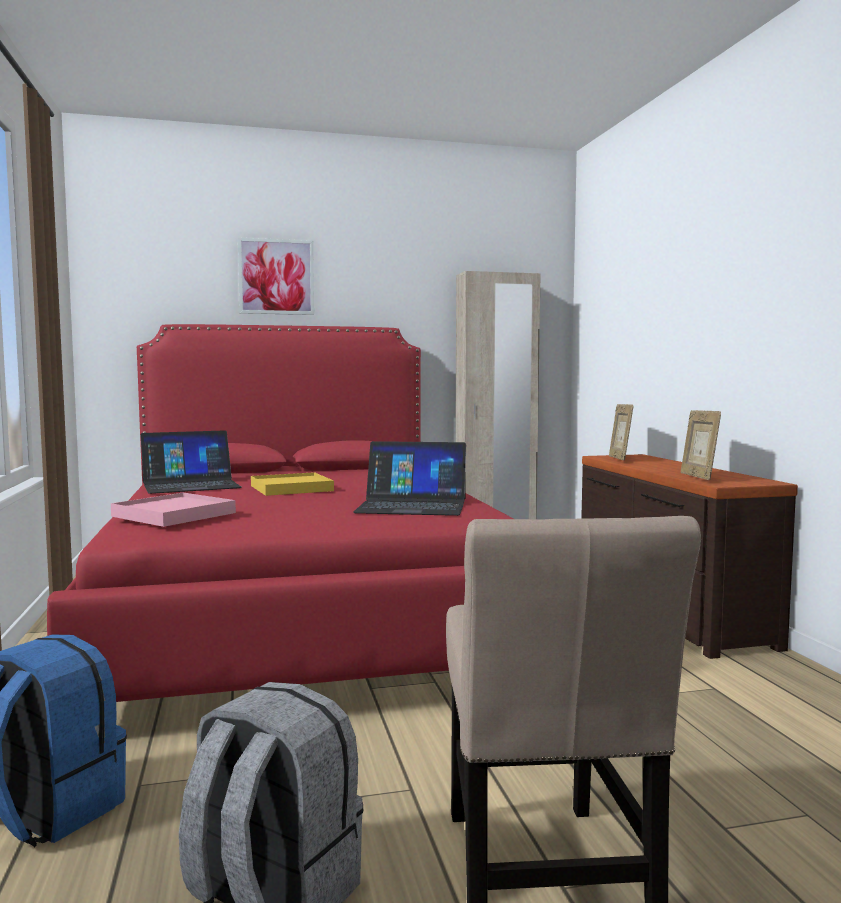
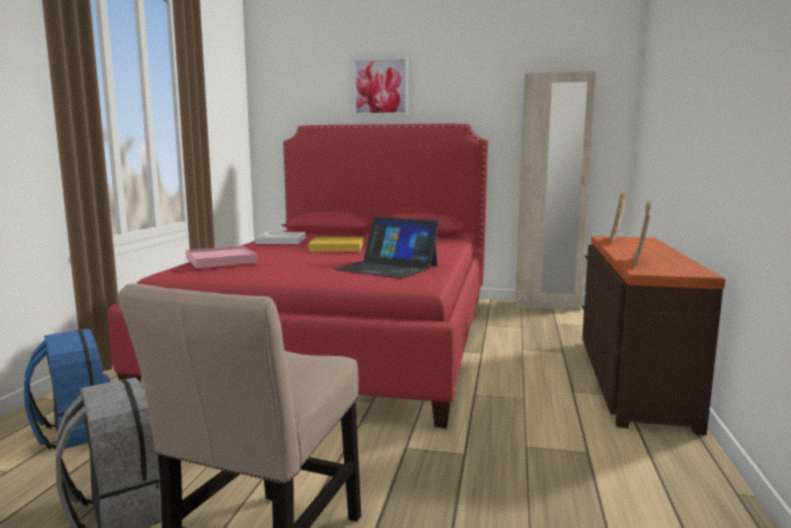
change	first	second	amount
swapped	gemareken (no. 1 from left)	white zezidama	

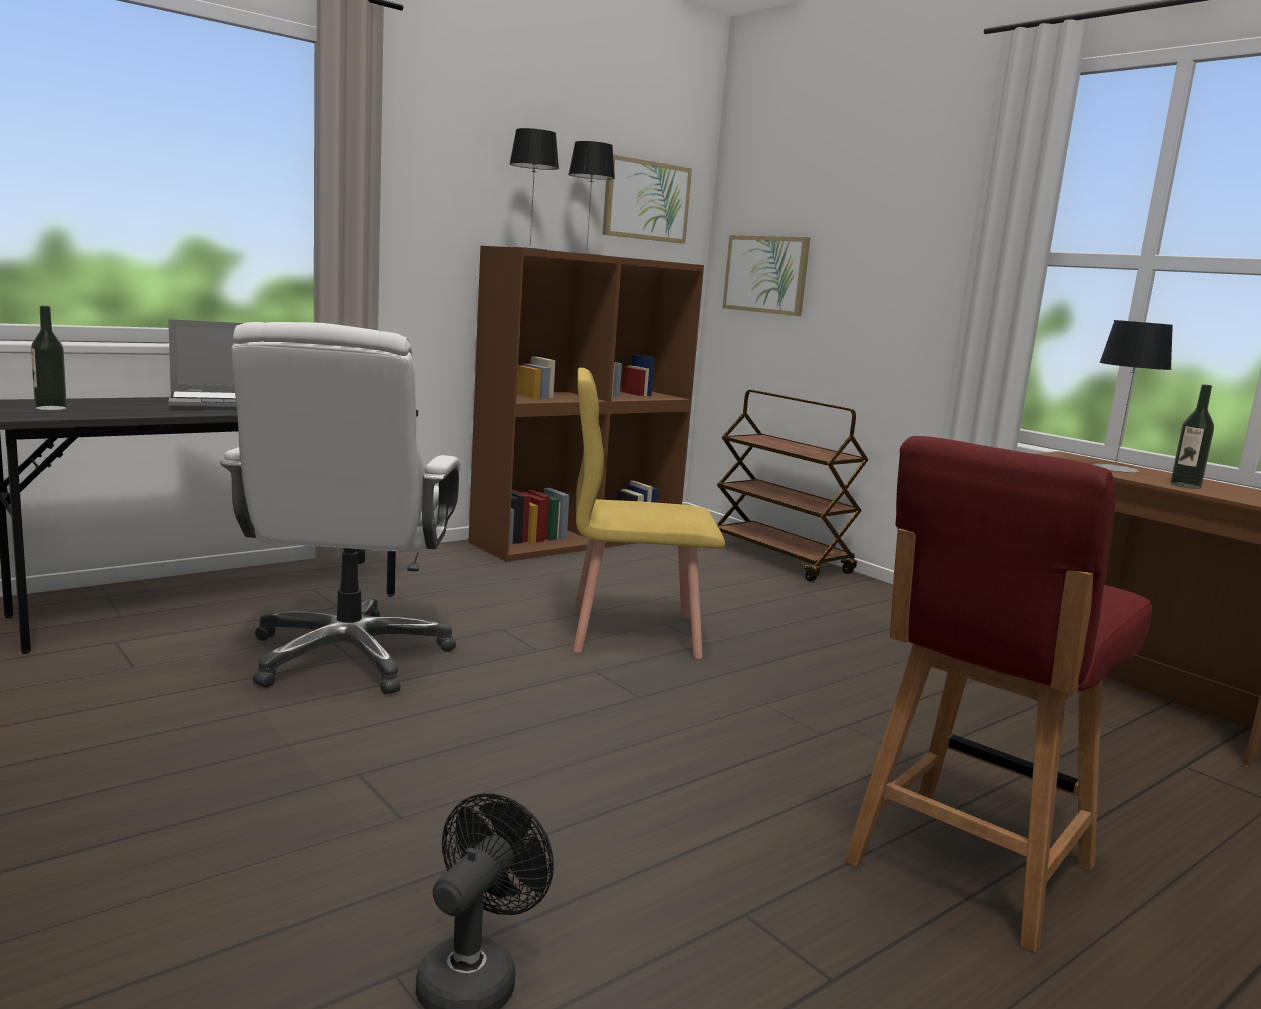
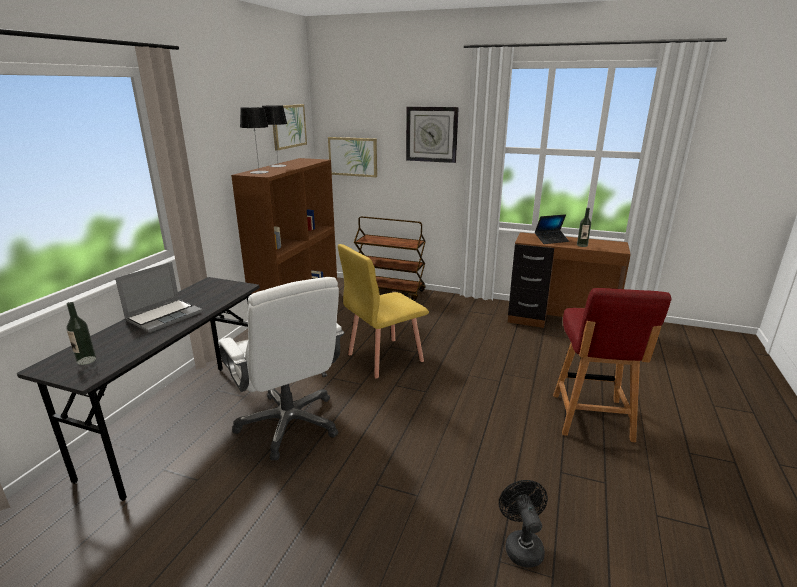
change	first	second	amount
swapped	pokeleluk (no. 3 from left)	gemareken (no. 2 from left)	
new		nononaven	

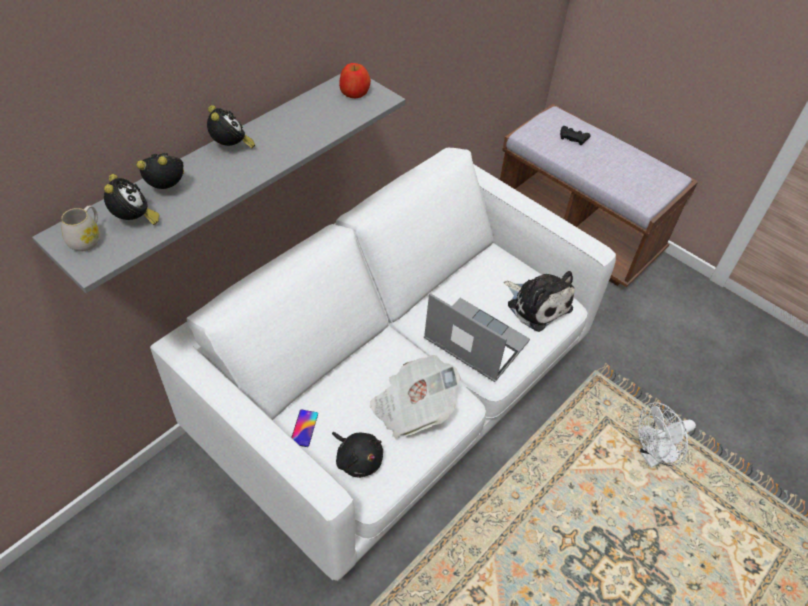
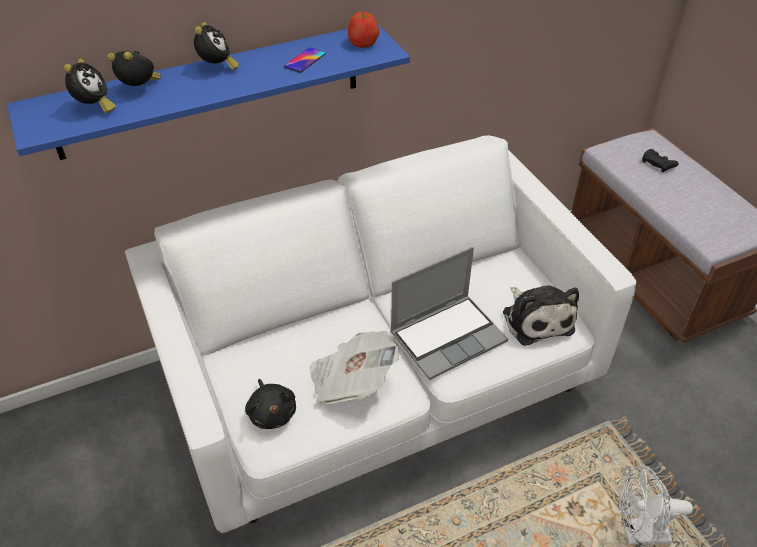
change	first	second	amount
repainted	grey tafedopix	blue tafedopix	
gone	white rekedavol		
shifted	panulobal		
rotated	gemareken		90 degrees clockwise

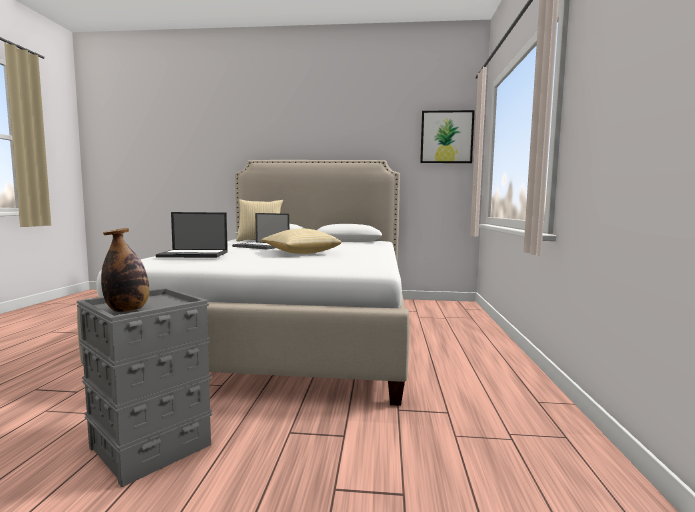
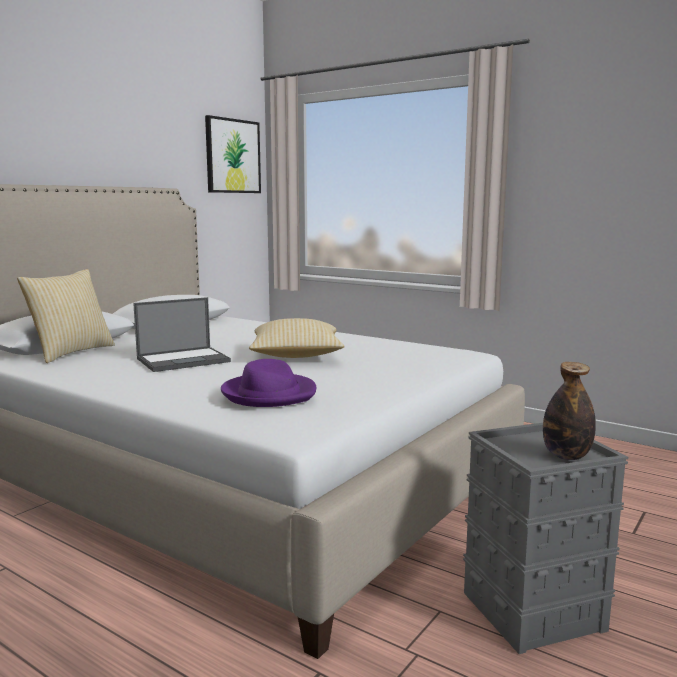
change	first	second	amount
swapped	gemareken (no. 1 from left)	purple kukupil	

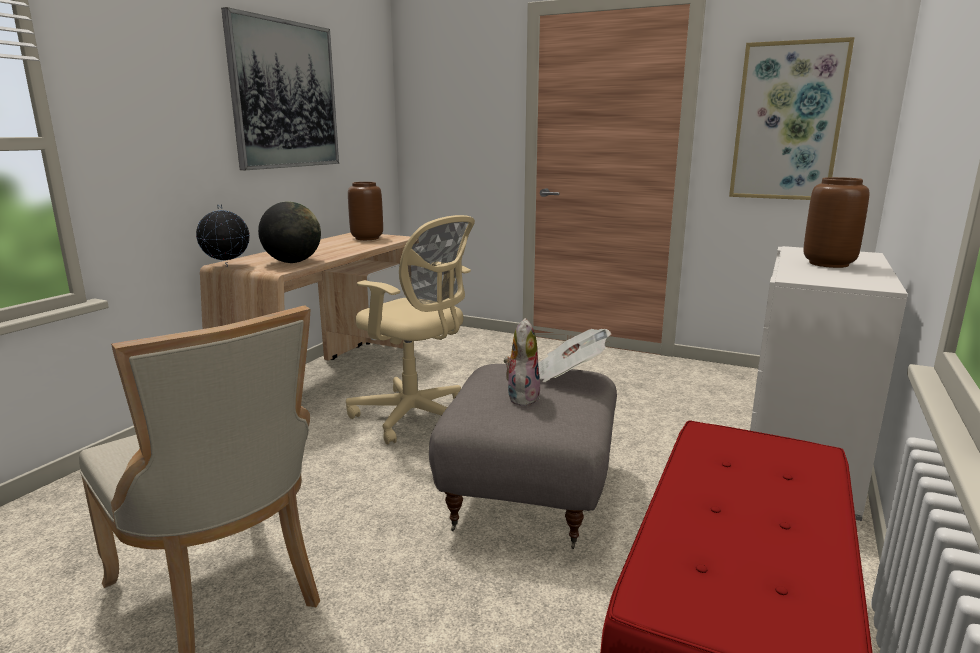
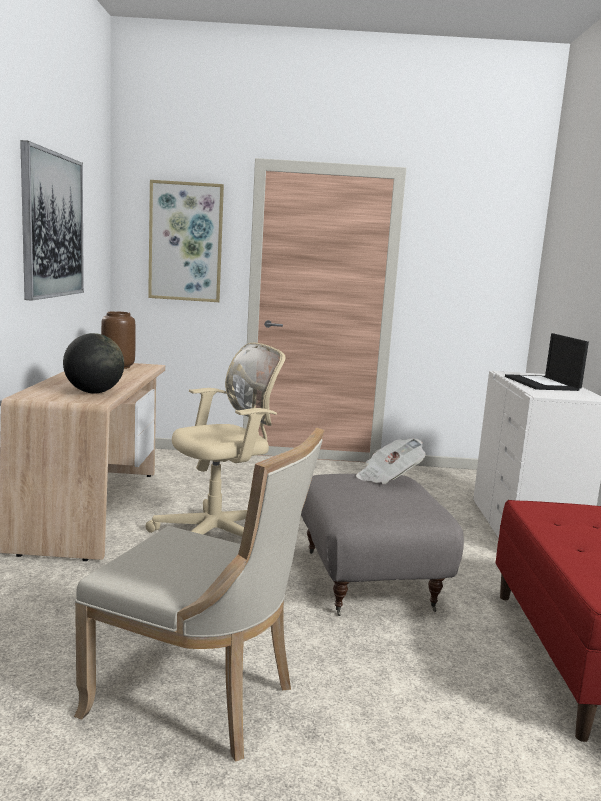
change	first	second	amount
gone	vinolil (no. 1 from left)		
rotated	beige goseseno		45 degrees counterclockwise
gone	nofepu		
shifted	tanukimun (no. 2 from left)		
swapped	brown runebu (no. 2 from left)	gemareken	

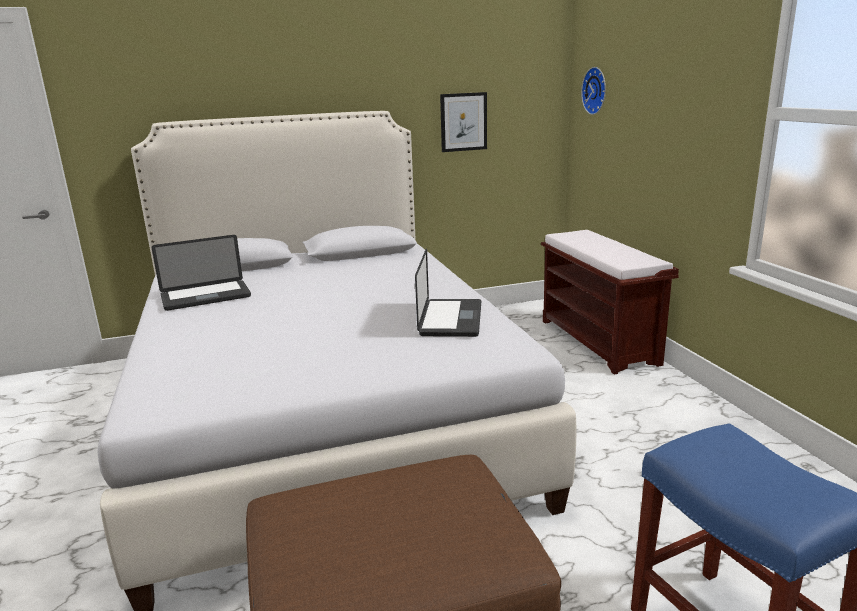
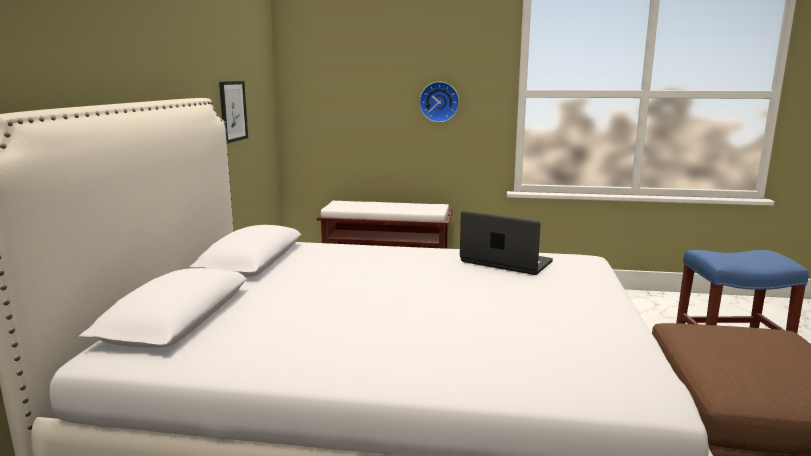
change	first	second	amount
gone	gemareken (no. 1 from left)		
shifted	nononaven		

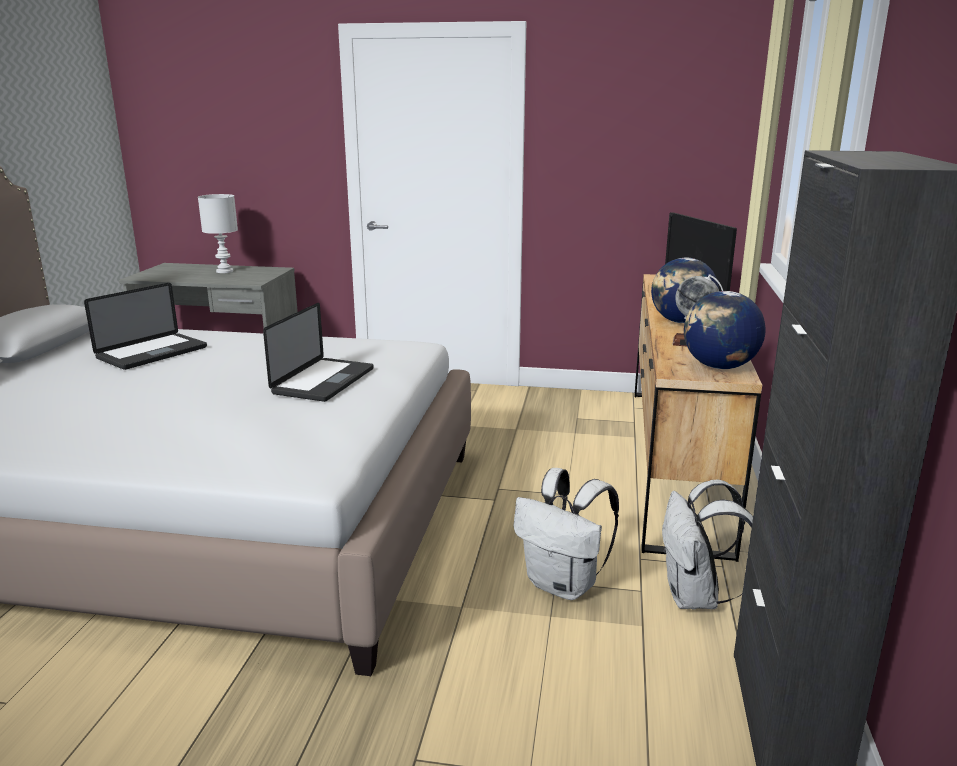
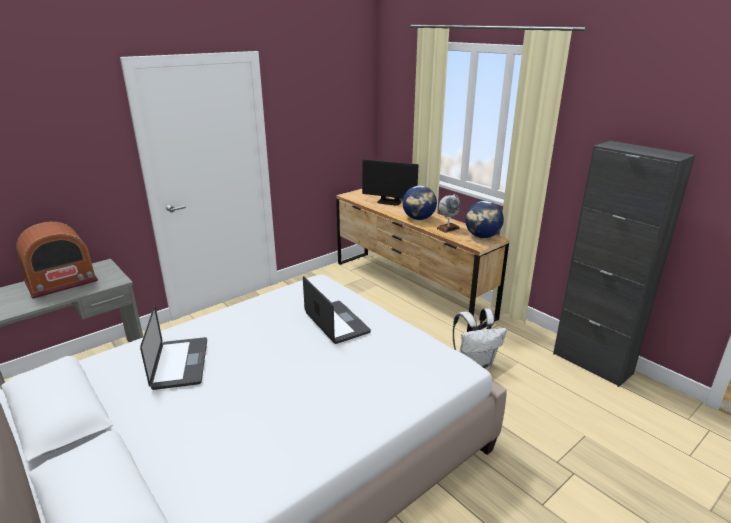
change	first	second	amount
swapped	white pokeleluk	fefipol	
gone	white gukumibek (no. 2 from left)		

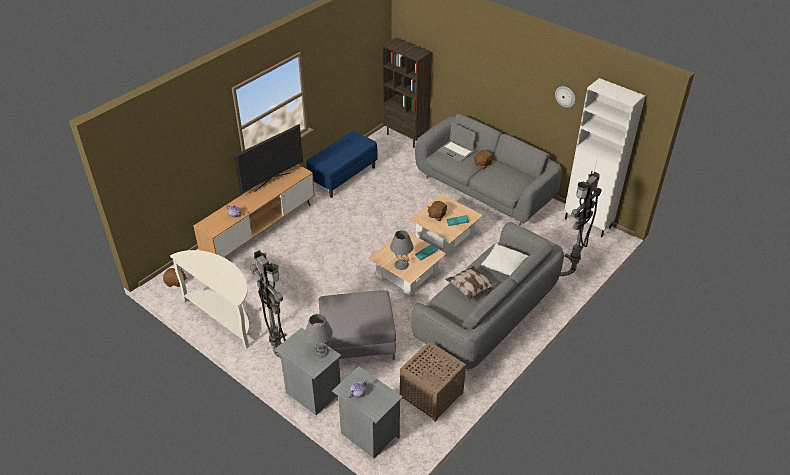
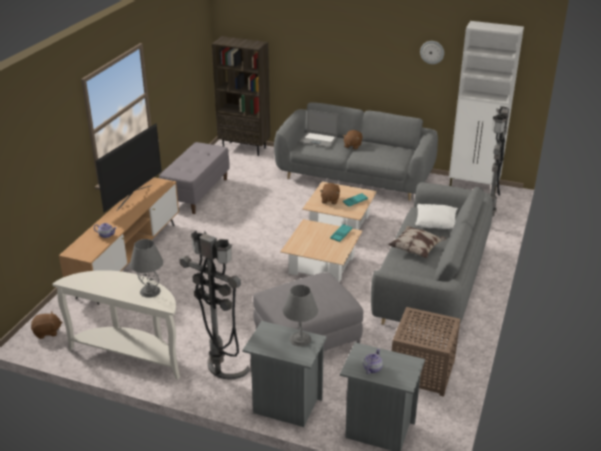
change	first	second	amount
repainted	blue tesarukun	grey tesarukun	
shifted	grey pokeleluk (no. 2 from left in the first image)	grey pokeleluk (no. 1 from left)	

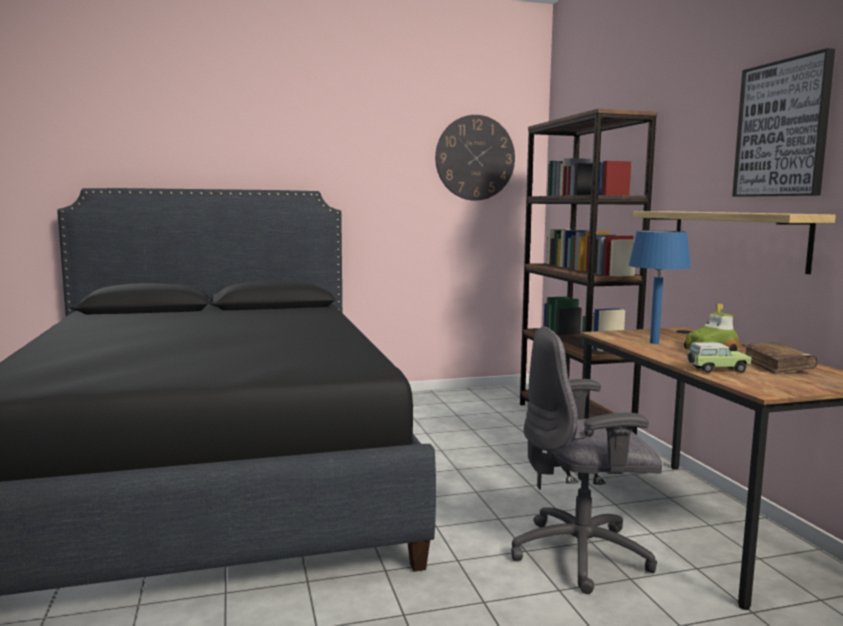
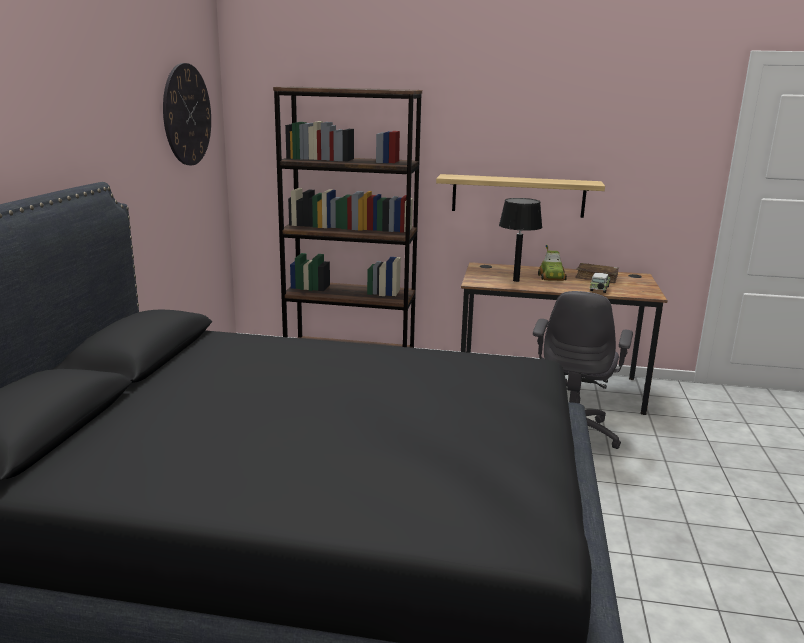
change	first	second	amount
repainted	blue pokeleluk	black pokeleluk	
gone	tanukimun		

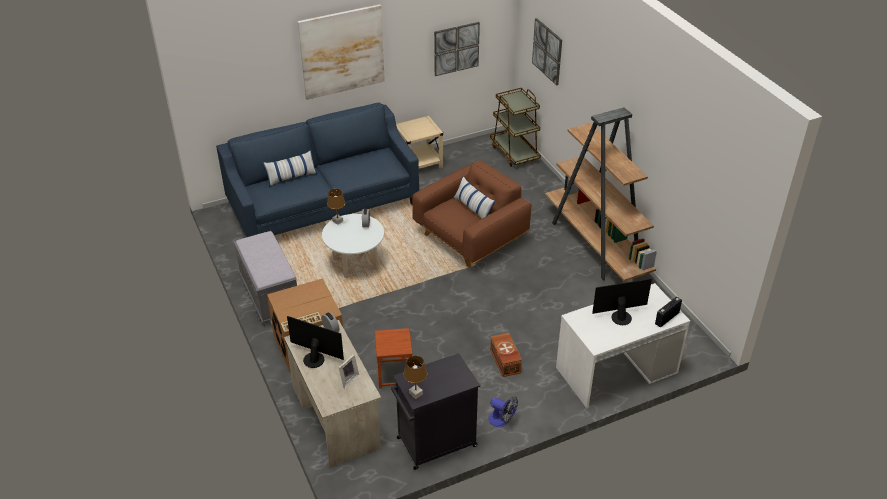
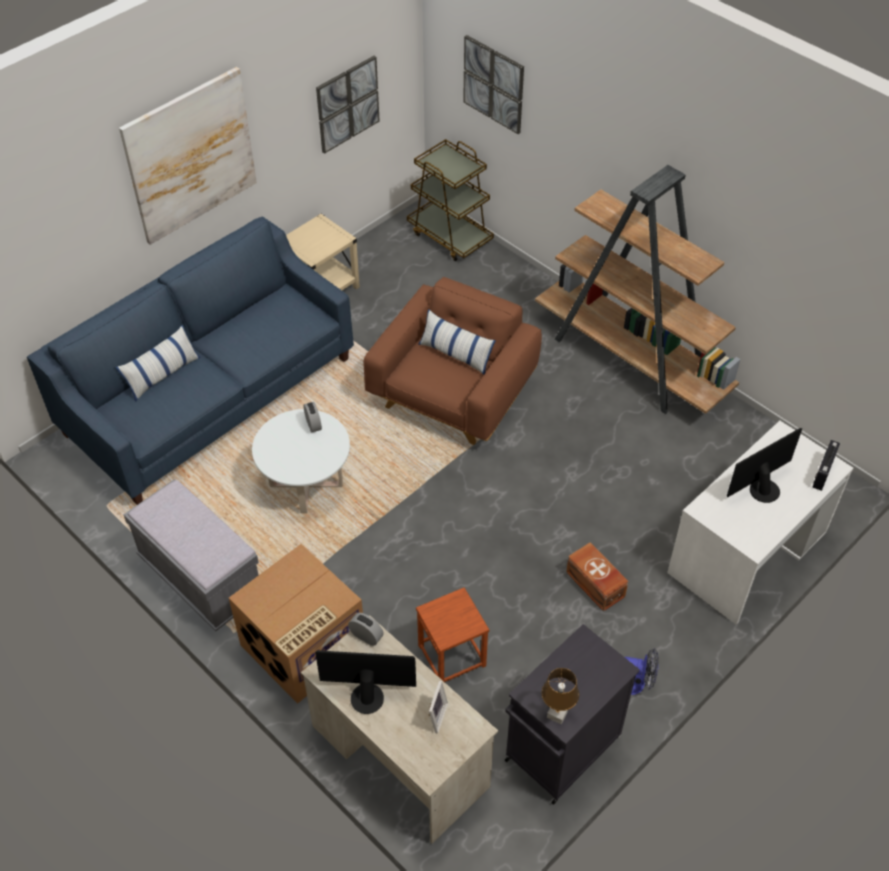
change	first	second	amount
gone	brown pokeleluk (no. 1 from left)		

